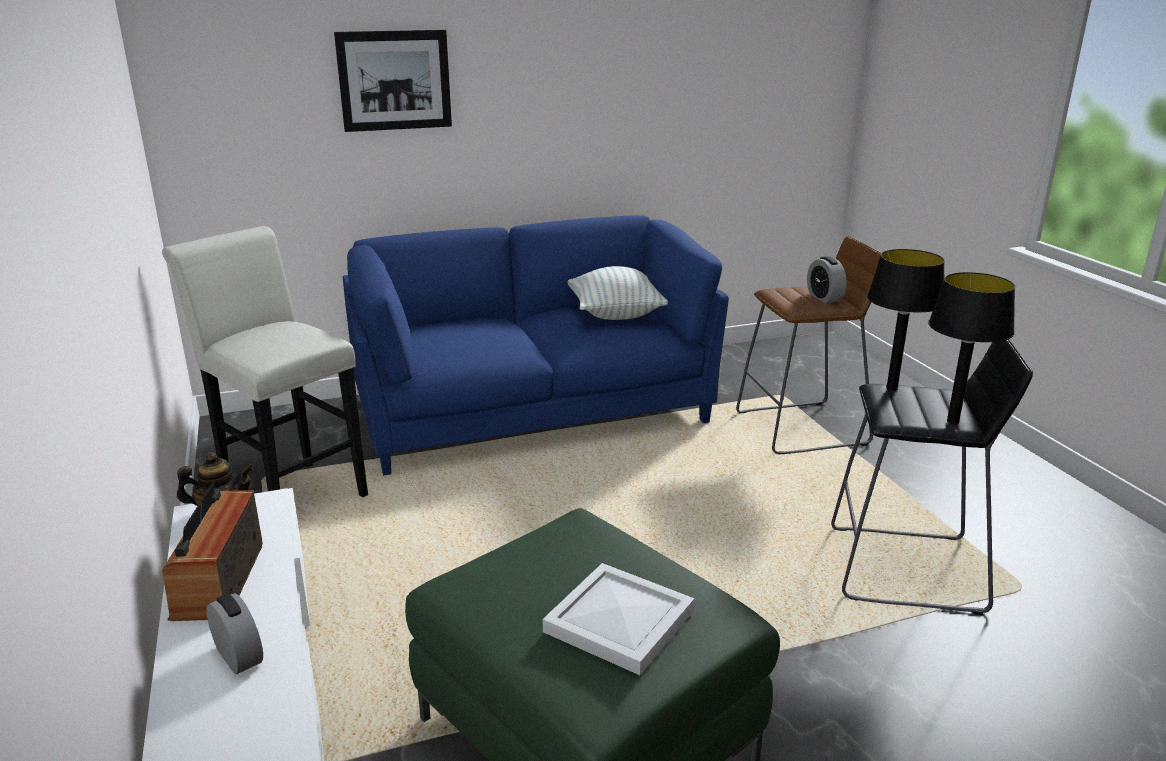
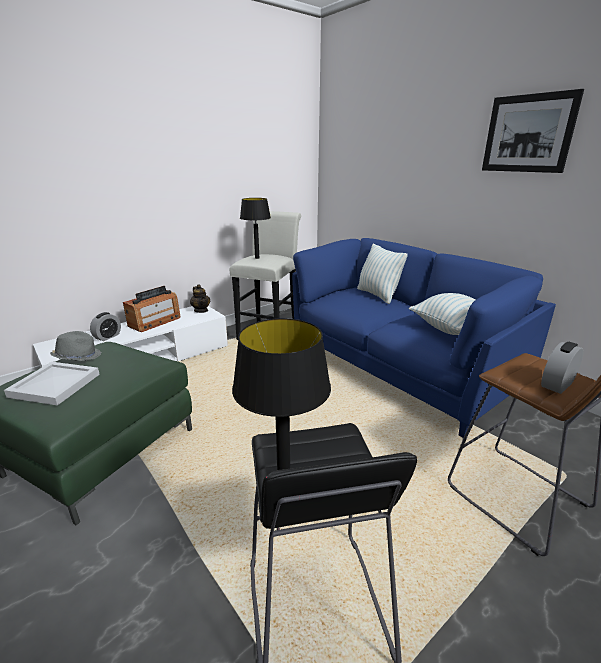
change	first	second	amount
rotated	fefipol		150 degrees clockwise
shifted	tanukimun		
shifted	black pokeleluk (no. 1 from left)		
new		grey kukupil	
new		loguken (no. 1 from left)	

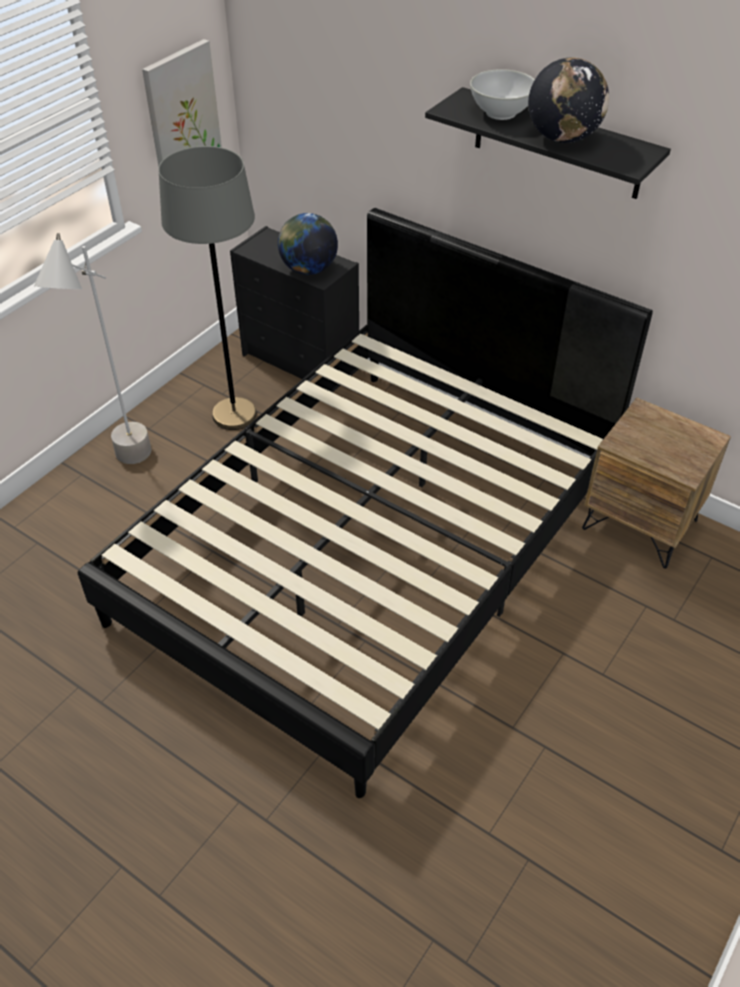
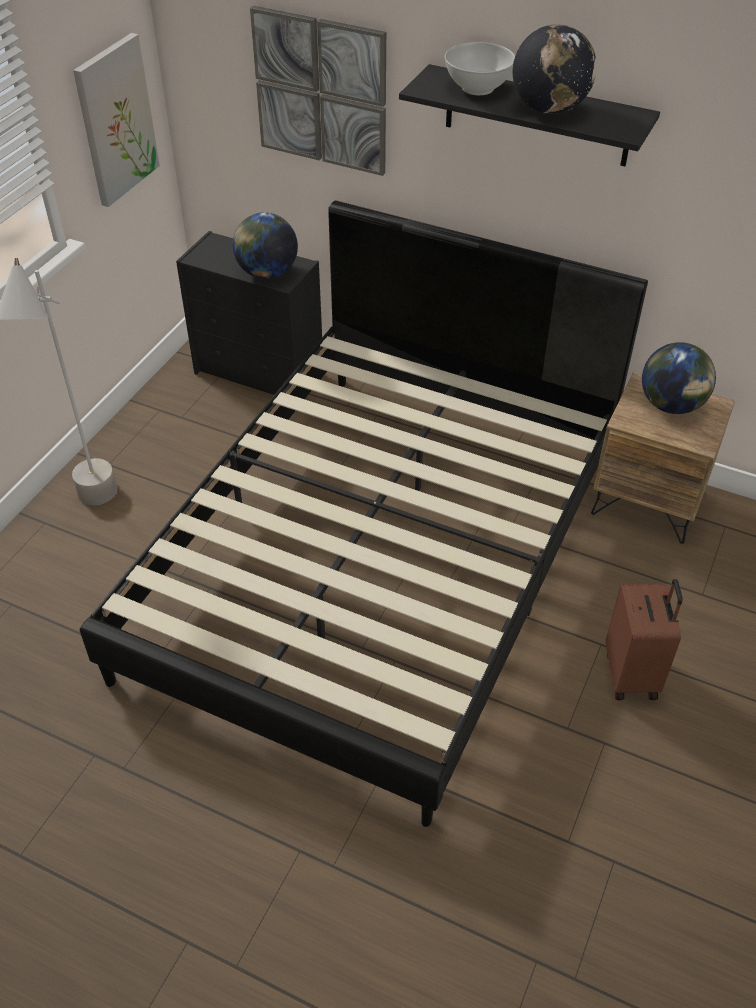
change	first	second	amount
gone	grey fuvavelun (no. 2 from left)		
new		tanukimun (no. 2 from left)	
new		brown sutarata	
new		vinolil (no. 3 from left)	

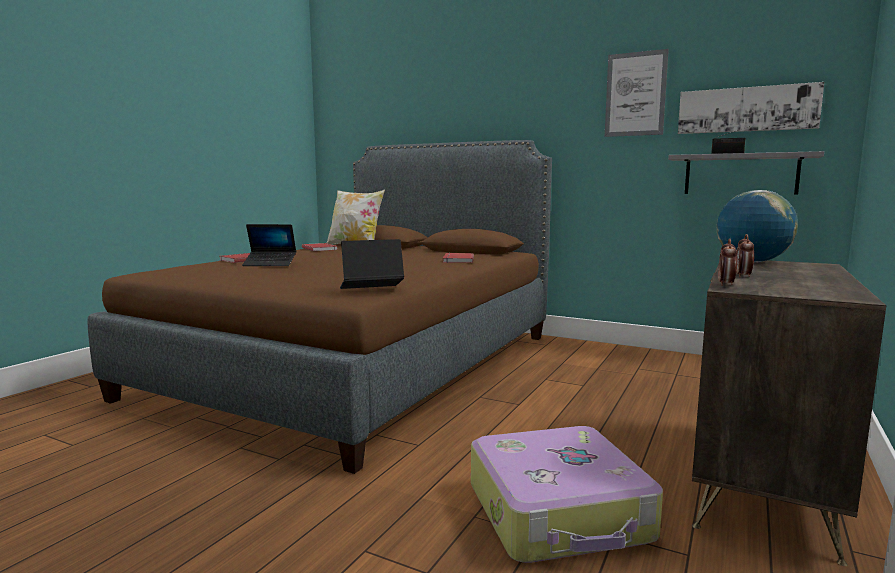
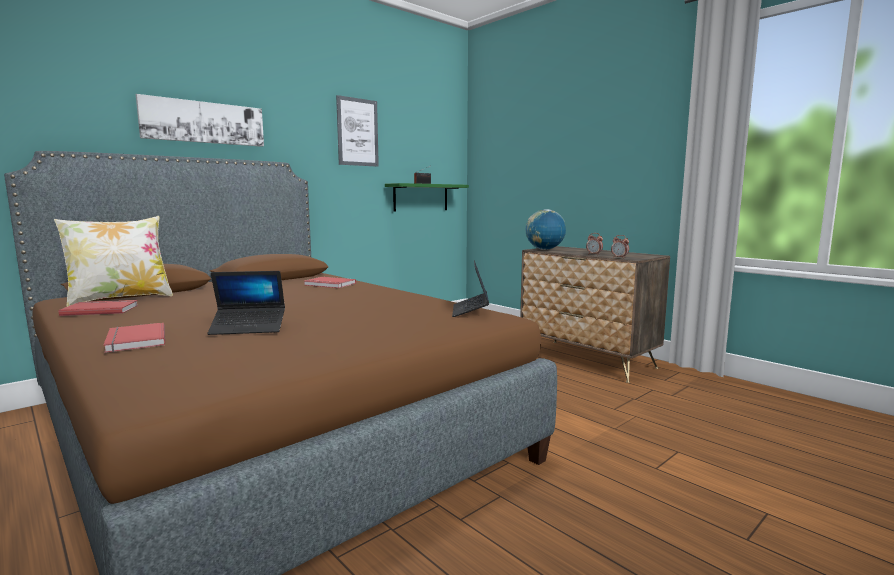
change	first	second	amount
rotated	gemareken (no. 1 from left)		60 degrees clockwise
gone	sutarata		
repainted	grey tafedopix	green tafedopix	
shifted	tanukimun (no. 2 from left in the first image)	tanukimun (no. 1 from left)	

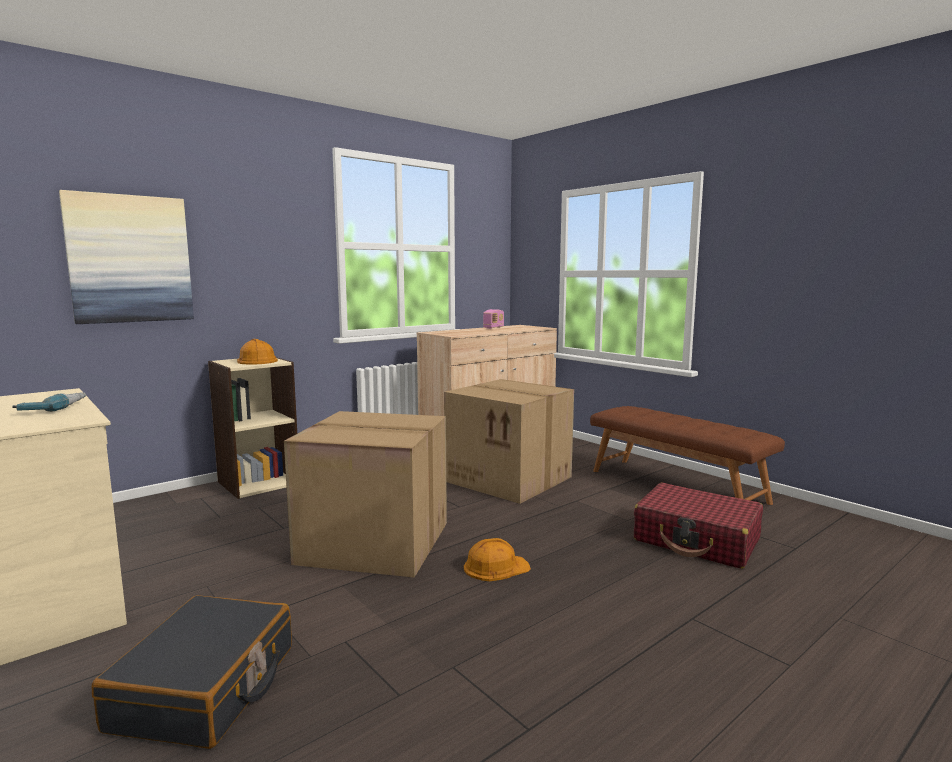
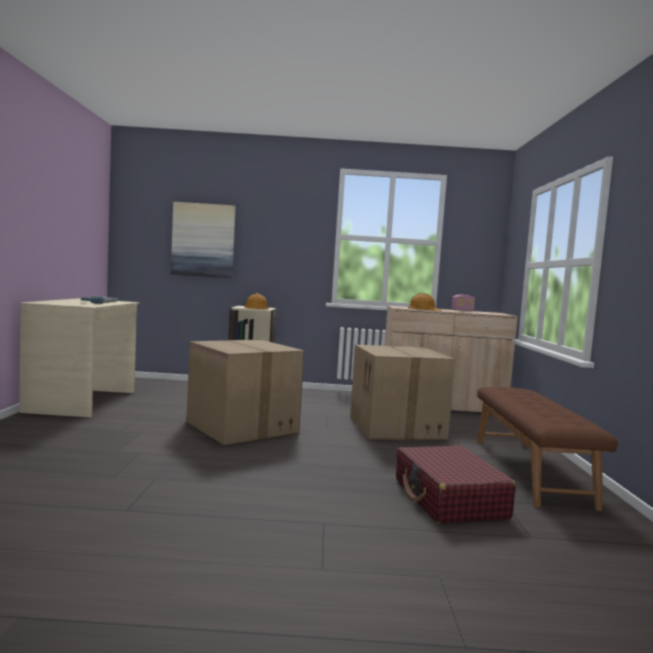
change	first	second	amount
gone	black sutarata		
shifted	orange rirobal (no. 2 from left)		

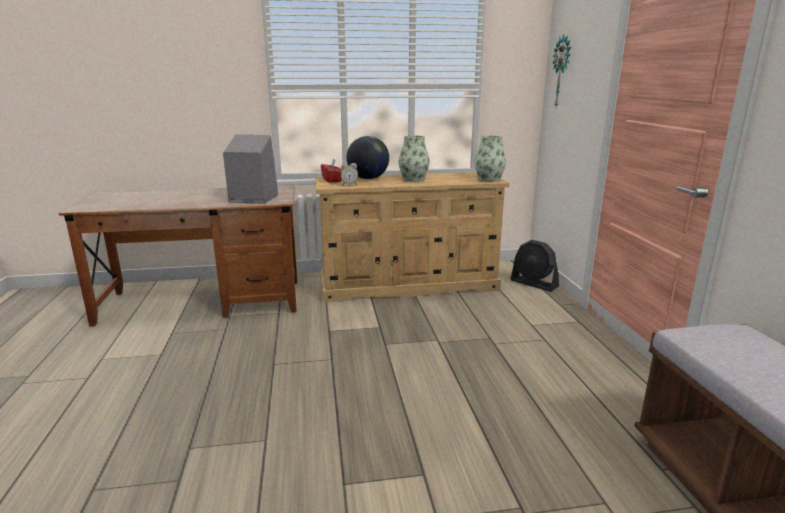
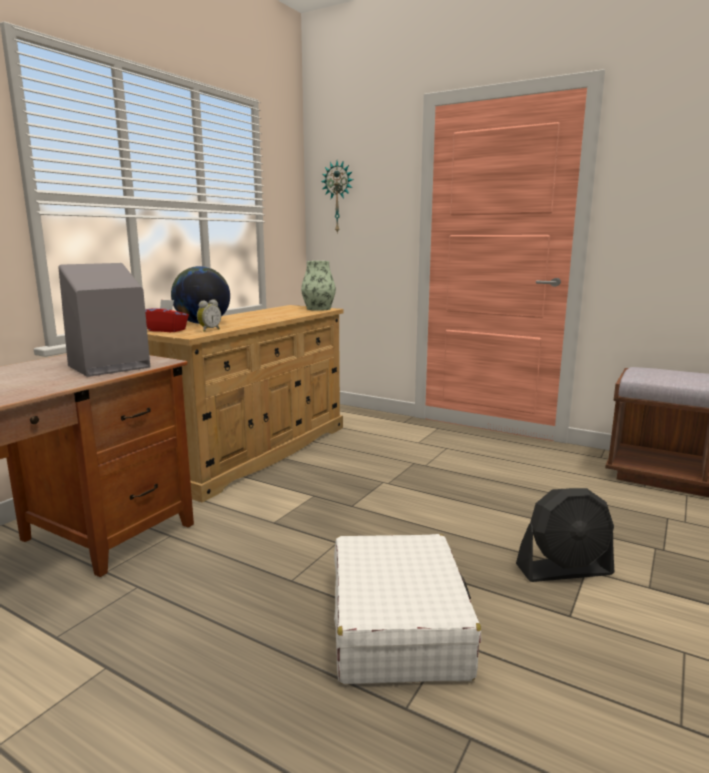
change	first	second	amount
gone	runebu (no. 1 from left)		
shifted	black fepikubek		
new		white sutarata	

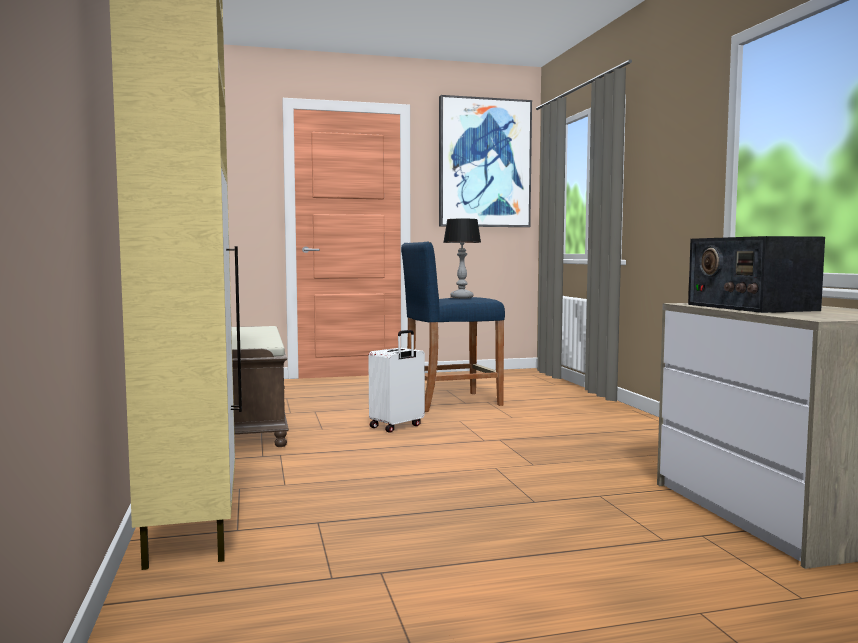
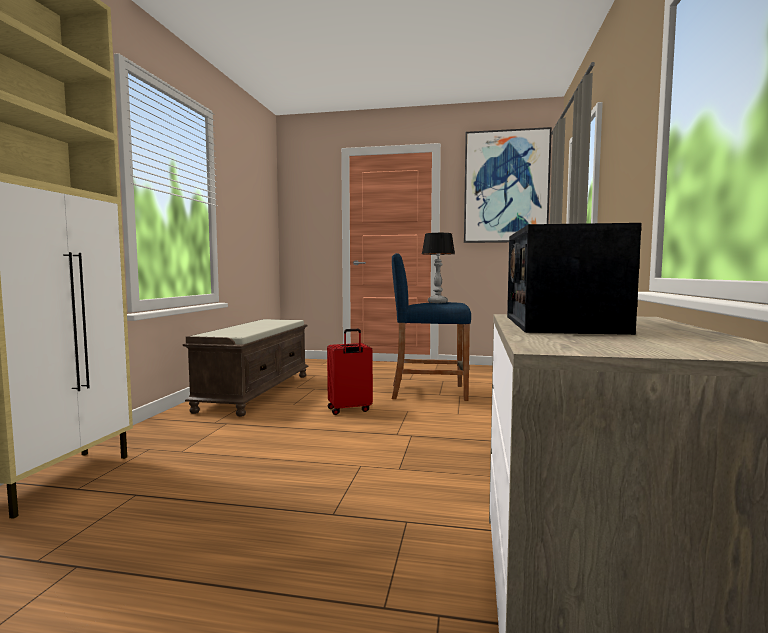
change	first	second	amount
repainted	white sutarata	red sutarata	

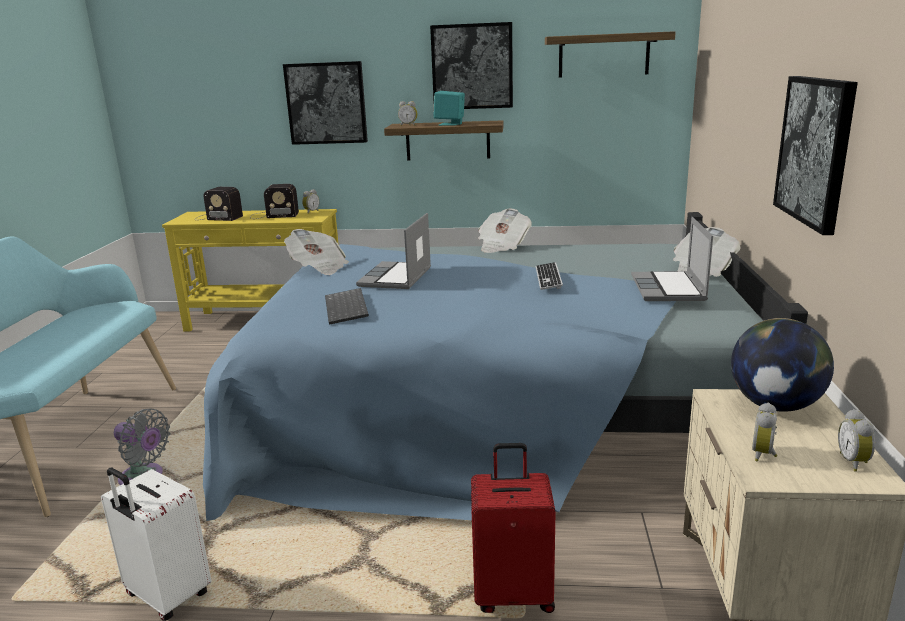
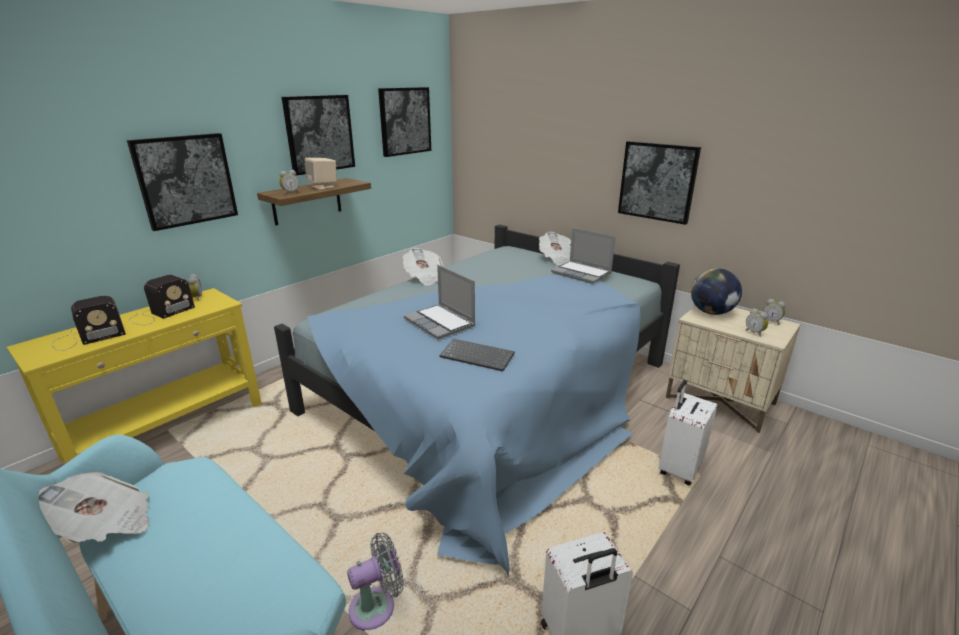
change	first	second	amount
shifted	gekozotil (no. 1 from left)		
repainted	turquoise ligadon	beige ligadon	
repainted	red sutarata	white sutarata (no. 2 from left)	
gone	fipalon (no. 2 from left)		
swapped	tafedopix (no. 2 from left)	tanukimun (no. 3 from left)	

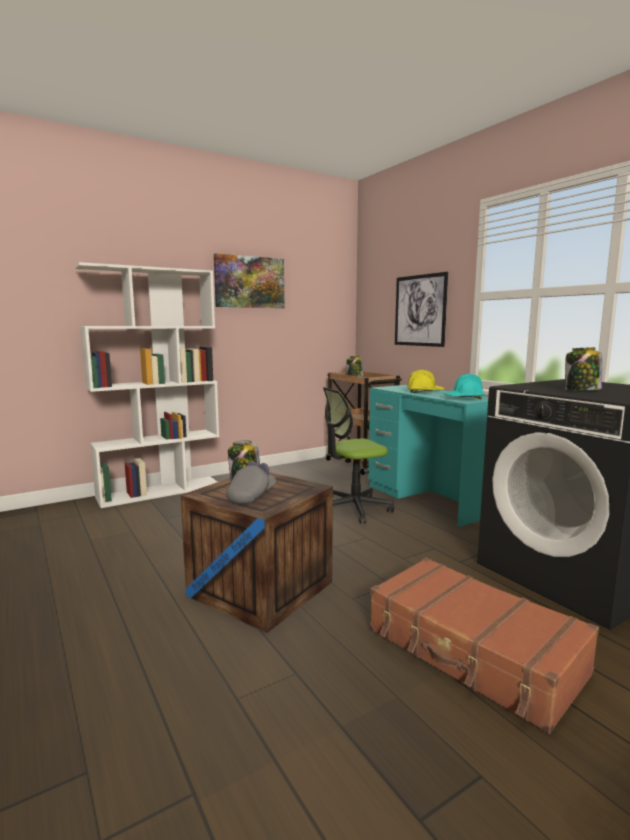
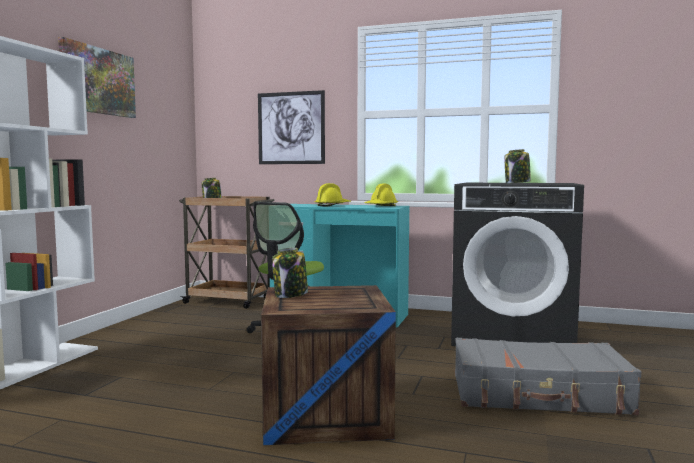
change	first	second	amount
gone	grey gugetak		
repainted	brown sutarata	grey sutarata	
repainted	turquoise rirobal	yellow rirobal (no. 2 from left)	

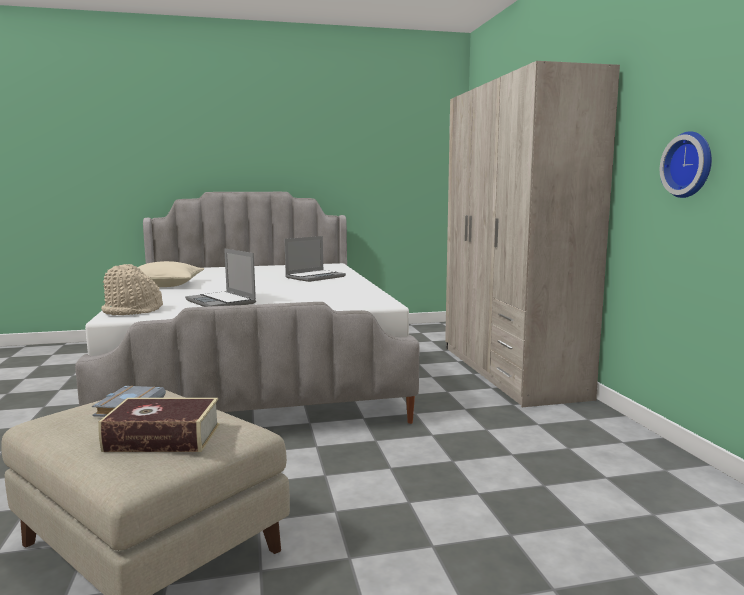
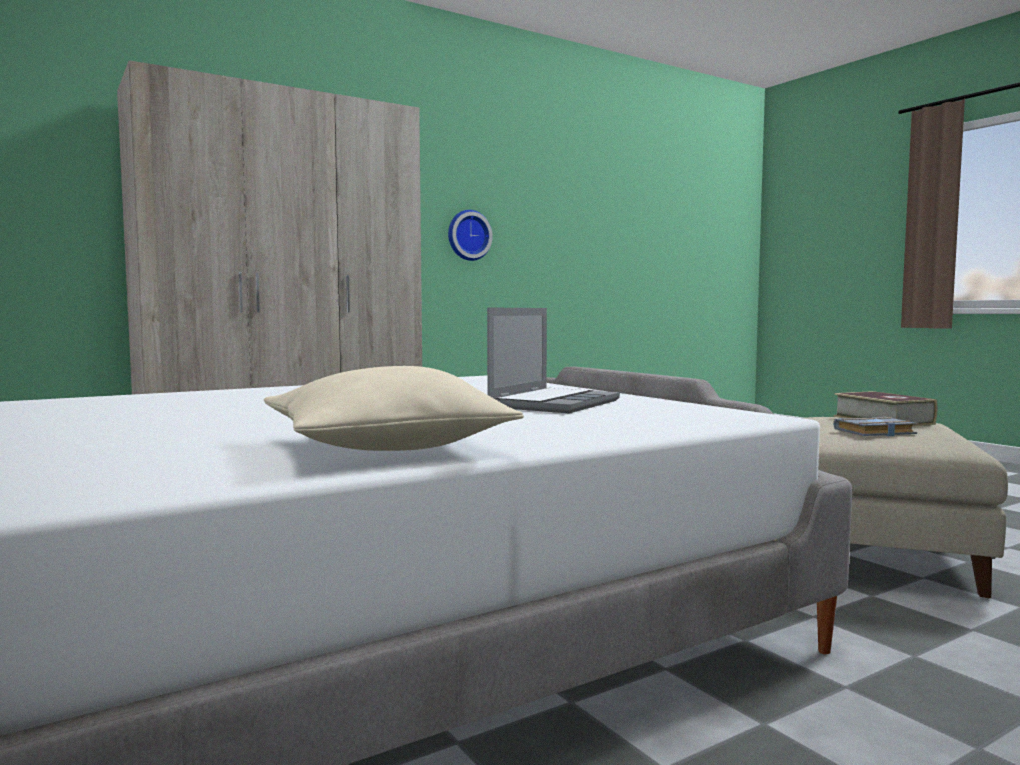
change	first	second	amount
gone	beige kukupil		
gone	gemareken (no. 2 from left)		

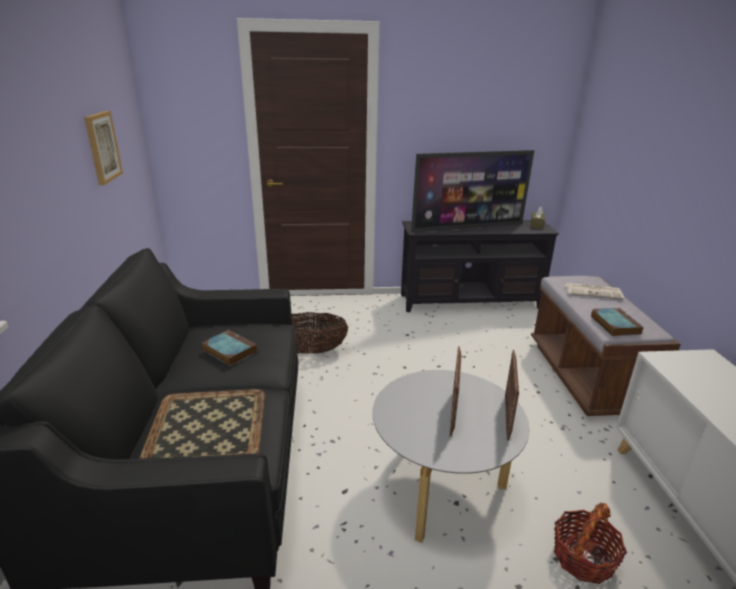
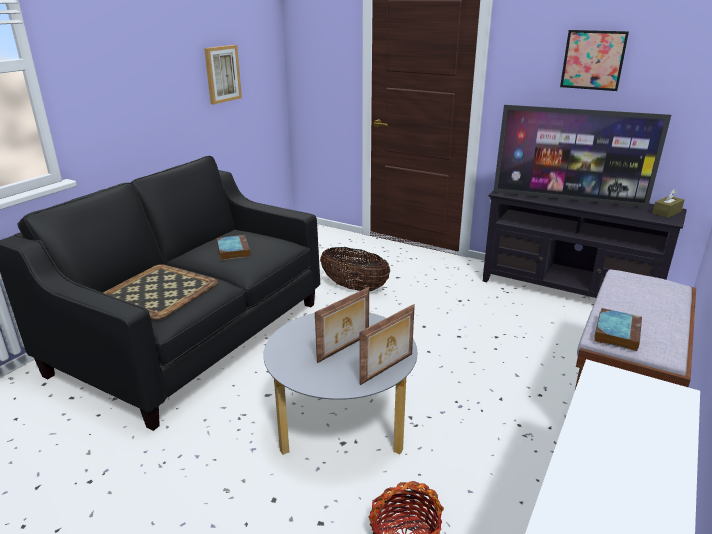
change	first	second	amount
gone	gekozotil		
new		tanukimun (no. 2 from left)	

